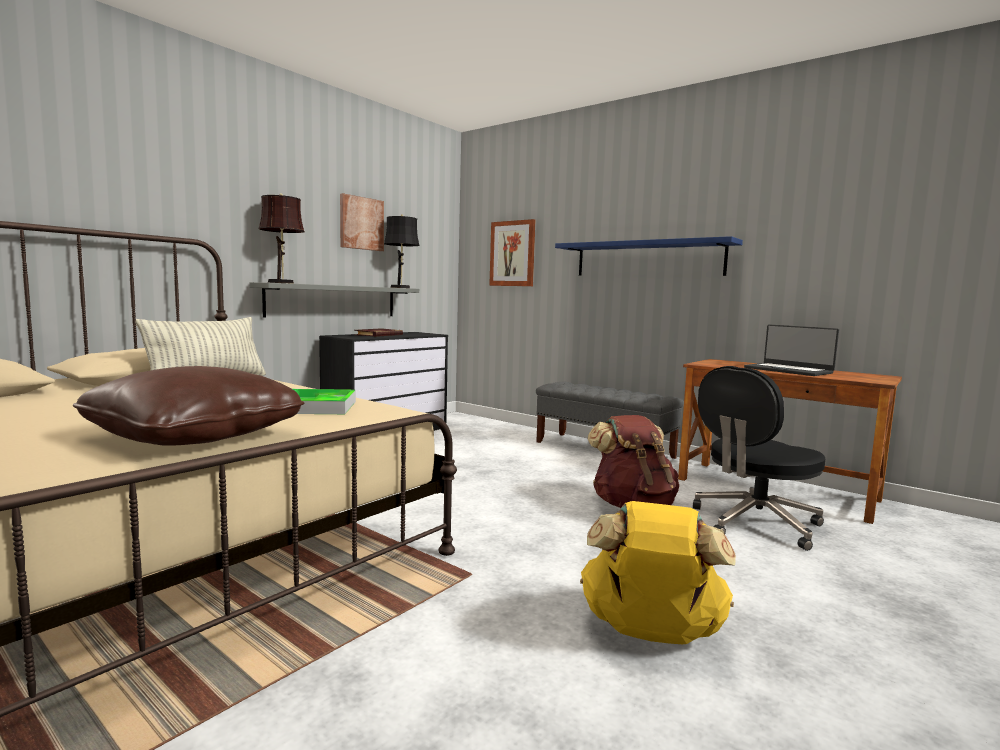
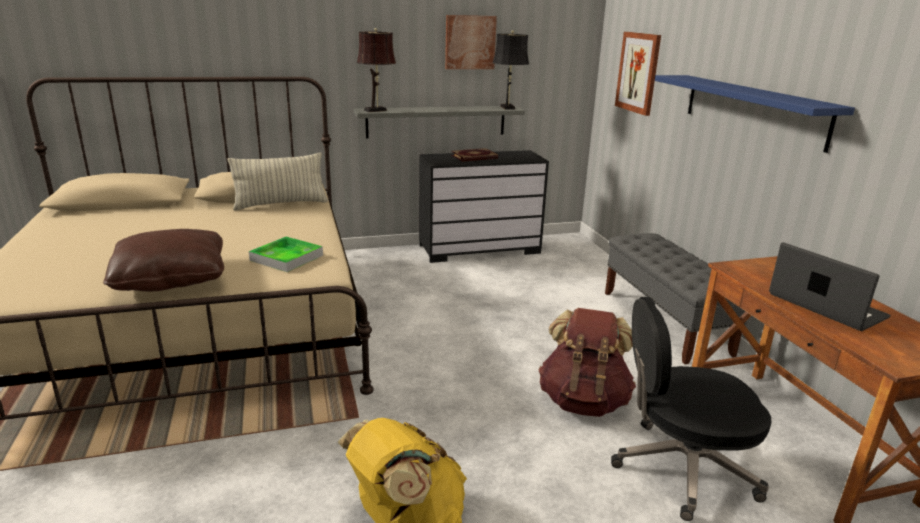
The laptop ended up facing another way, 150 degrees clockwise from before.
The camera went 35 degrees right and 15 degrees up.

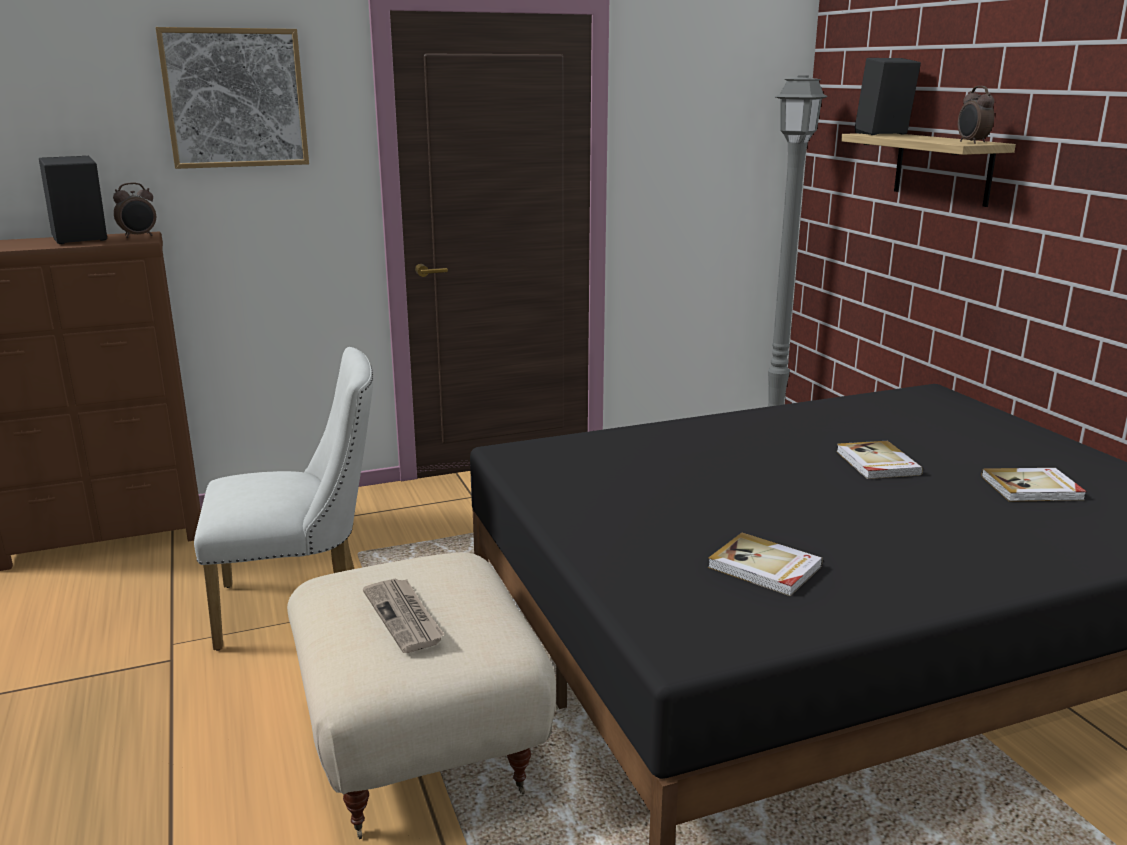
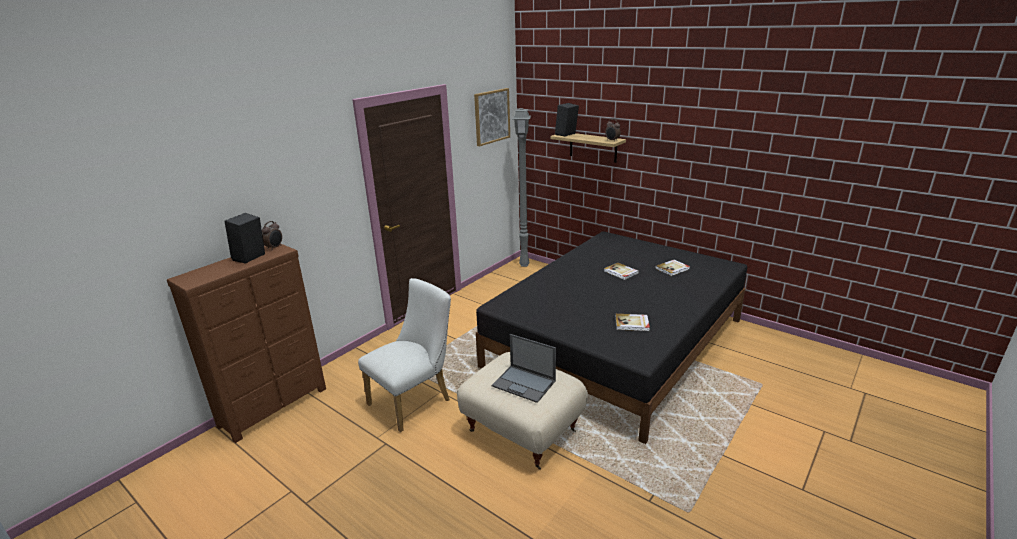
The picture ended up elsewhere.
Where the newspaper stood, the laptop came to stand.
The camera went 30 degrees left and 5 degrees up.

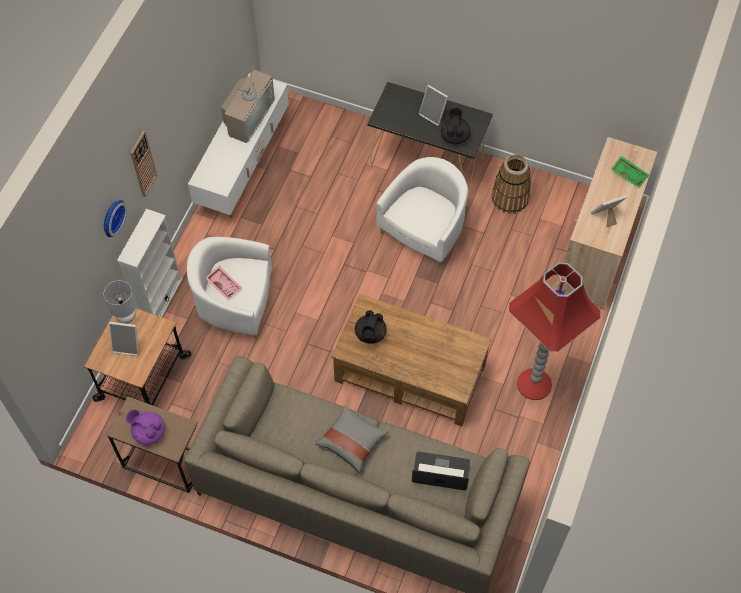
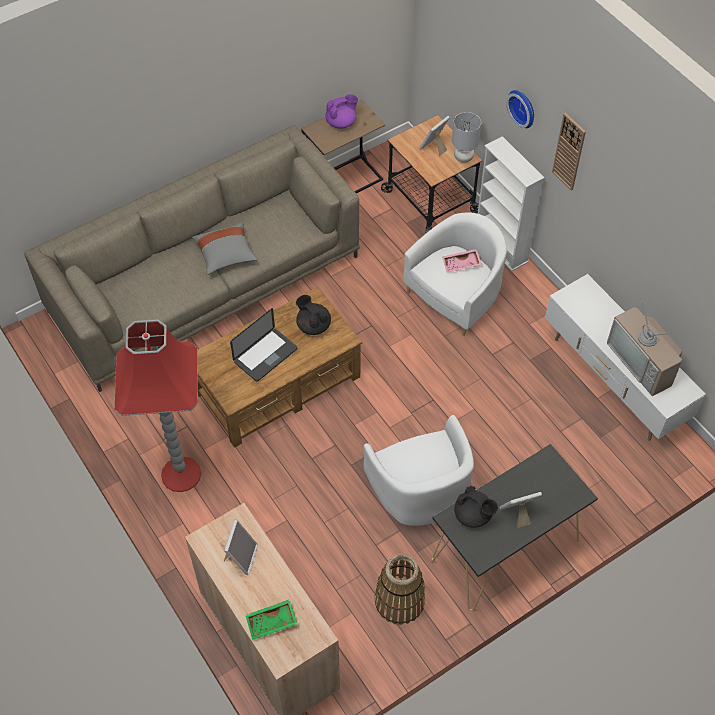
The laptop ended up elsewhere.
The camera went 125 degrees right and 5 degrees down.

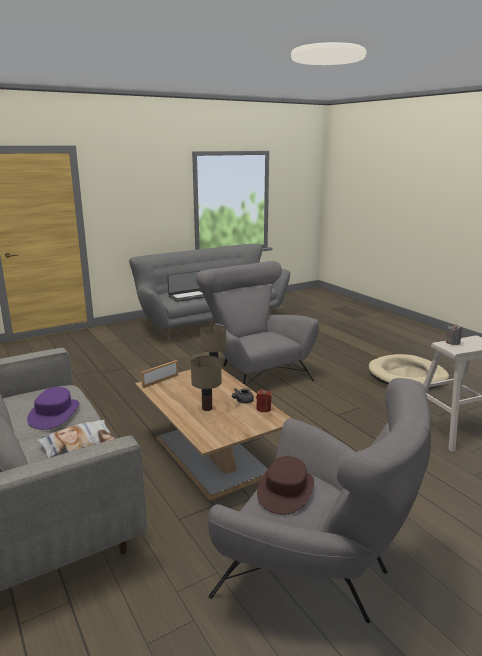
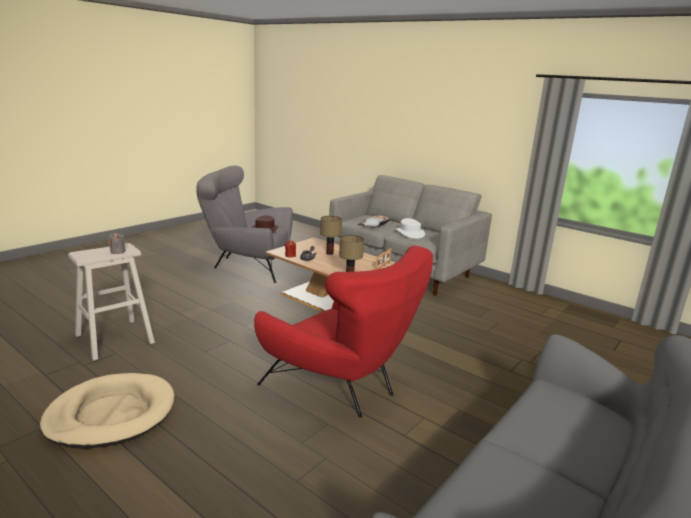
What was the grey armchair (no. 1 from left) turned into the red armchair.
The second view lost the laptop.
What was the purple hat turned into the white hat.
The camera went 160 degrees right and 0 degrees up.

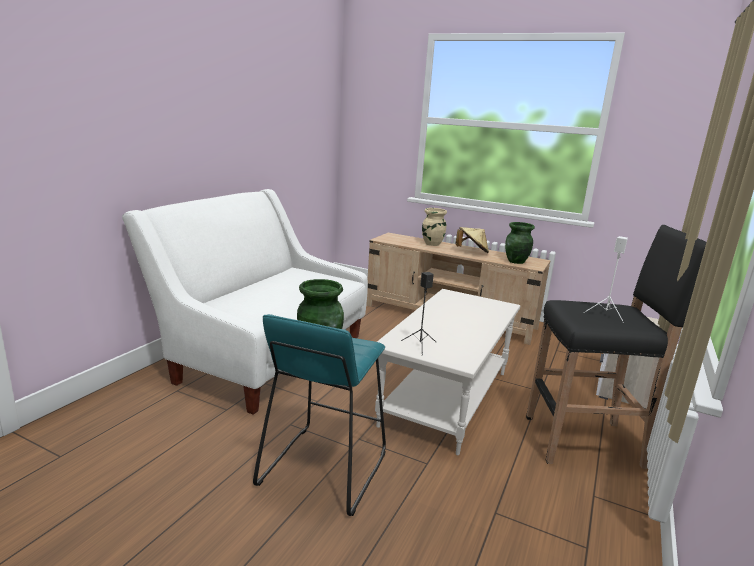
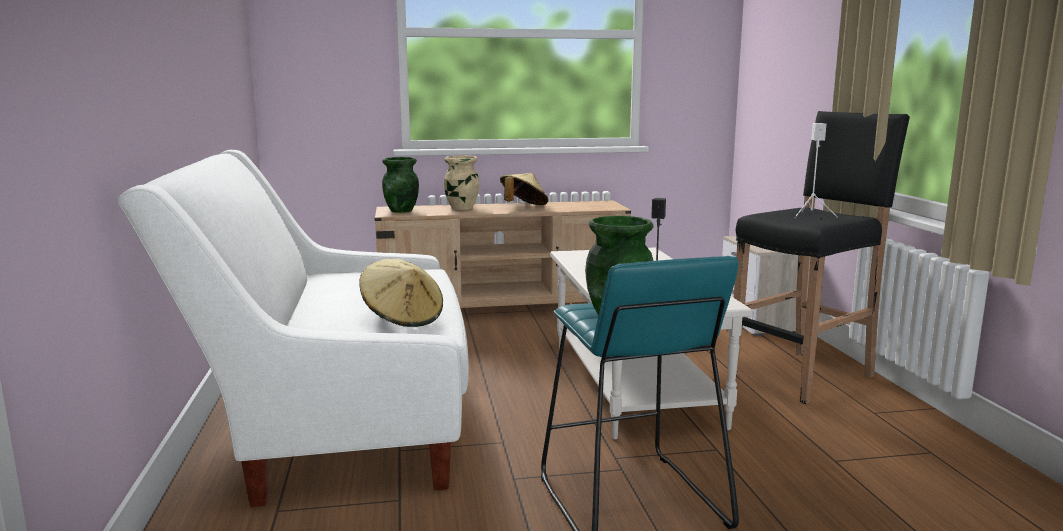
The green vase (no. 2 from left in the first image) ended up elsewhere.
The second view gained the beige hat (no. 1 from left).
The camera went 35 degrees left and 5 degrees down.

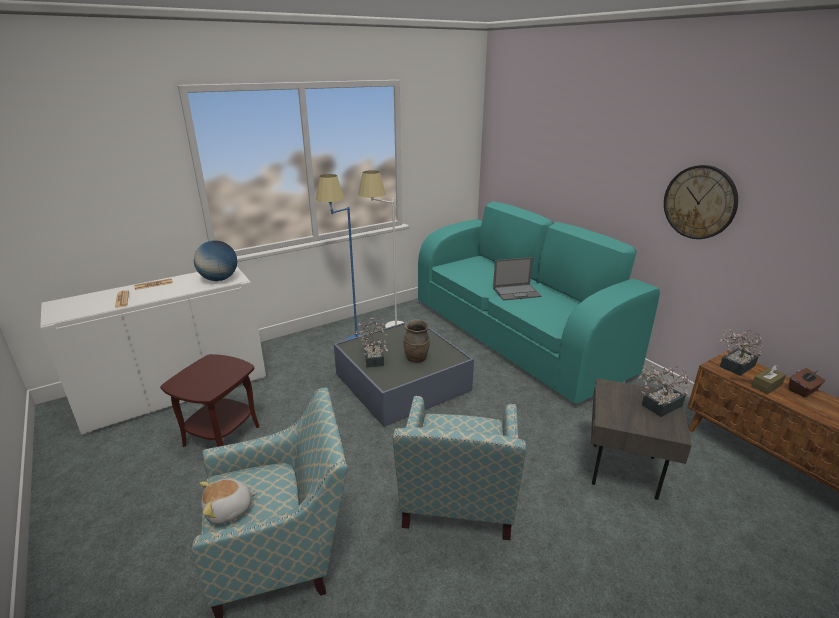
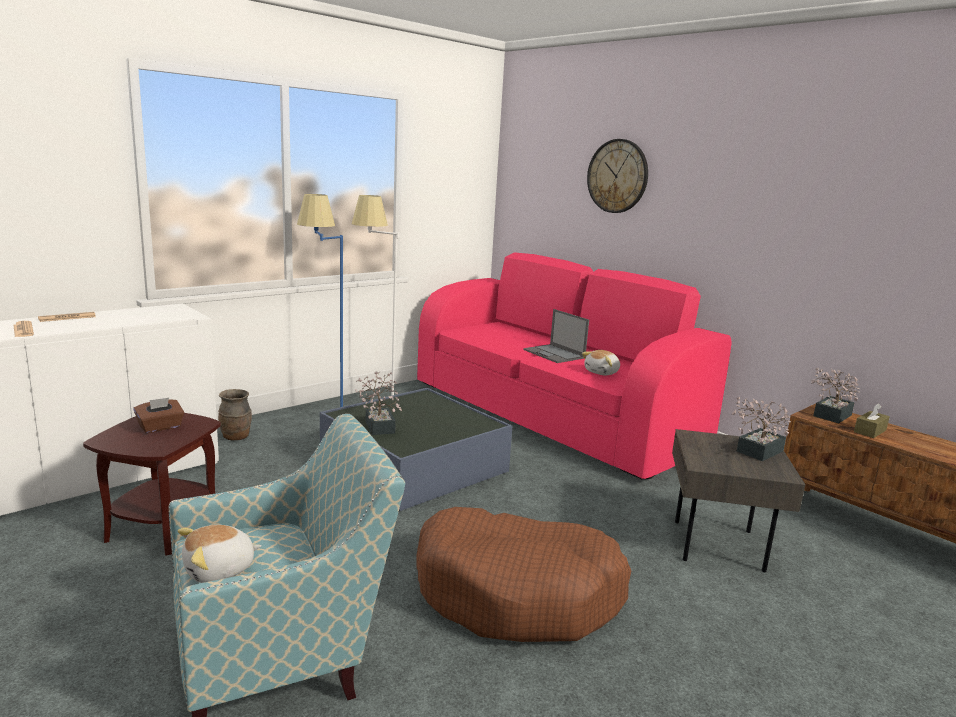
The wall clock ended up elsewhere.
What was the turquoise sofa turned into the pink sofa.
The second view lost the globe.
The laptop ended up facing another way, 75 degrees clockwise from before.
The brown vase ended up elsewhere.
The brown tissue box (no. 2 from left in the first image) ended up elsewhere.
Where the armchair (no. 2 from left) stood, the brown dog bed came to stand.
The second view gained the plush toy (no. 2 from left).
The camera went 10 degrees left and 10 degrees down.

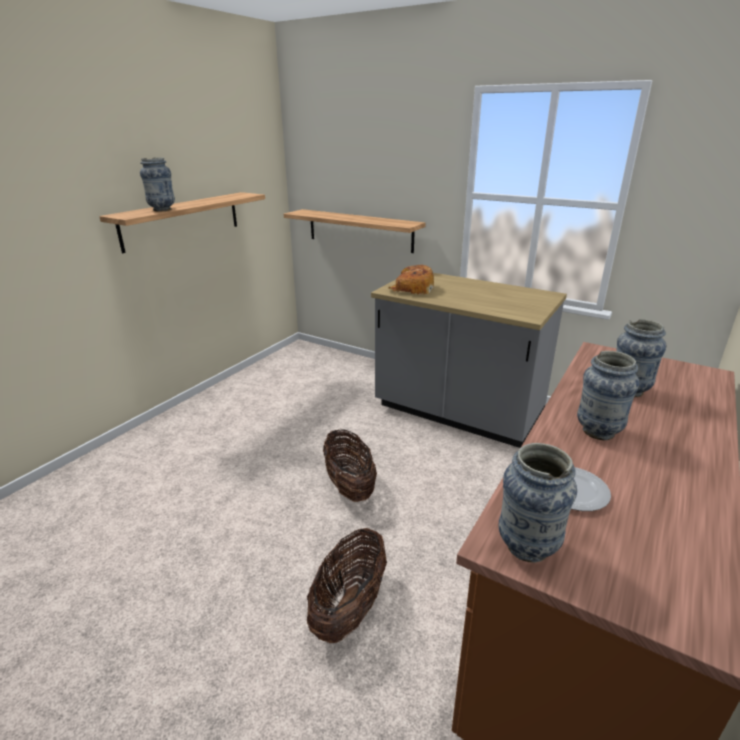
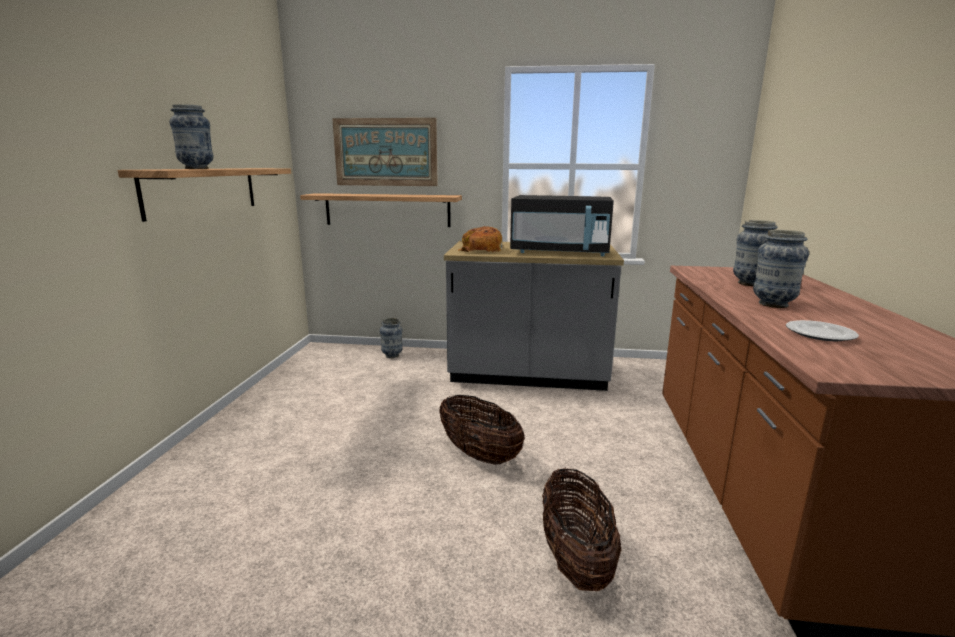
The vase (no. 2 from left) ended up elsewhere.
The second view gained the picture.
The second view gained the black microwave.
The camera went 25 degrees left and 10 degrees down.

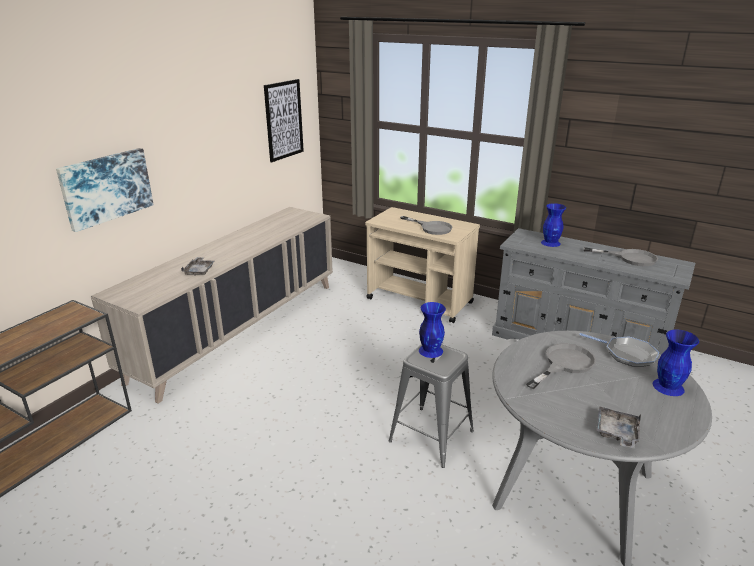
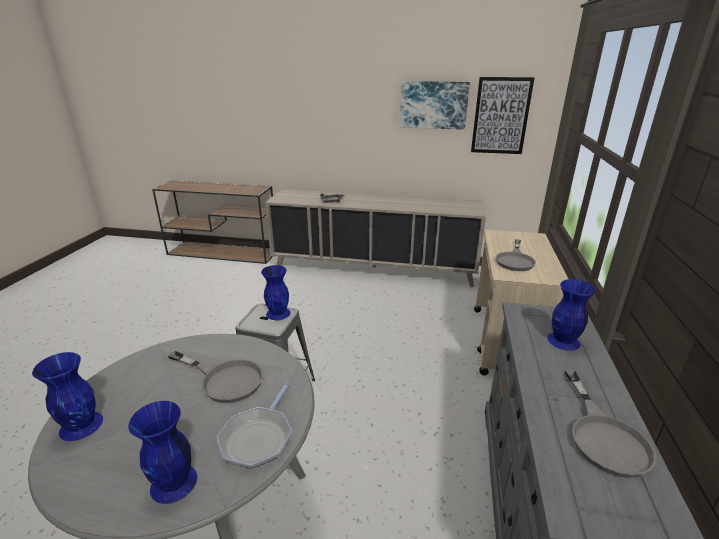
The picture (no. 1 from left) ended up elsewhere.
Where the grey tray (no. 2 from left) stood, the blue vase (no. 1 from left) came to stand.
The camera went 70 degrees right and 0 degrees up.

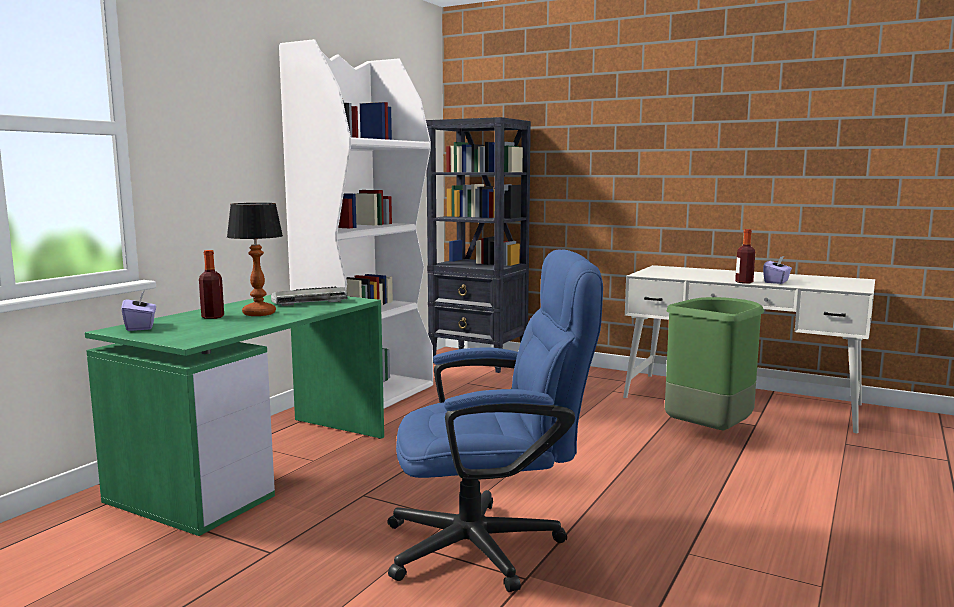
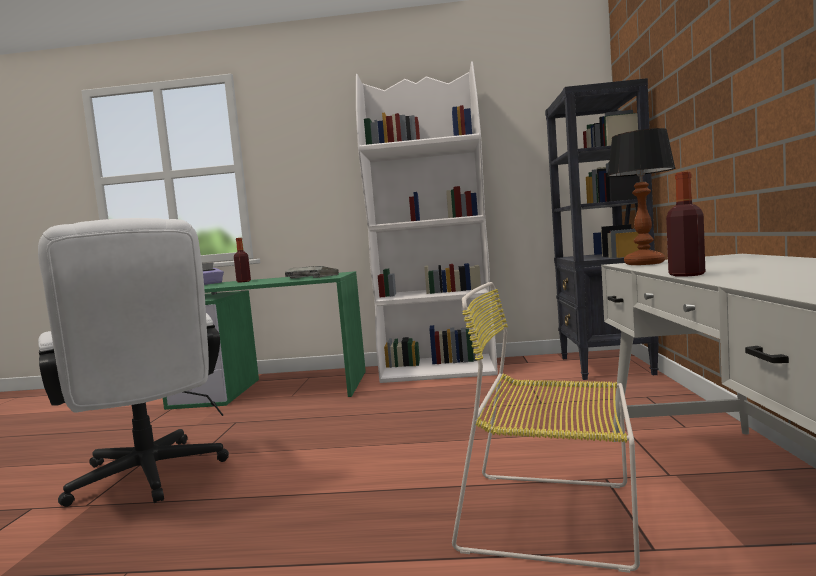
The table lamp ended up elsewhere.
What was the blue office chair turned into the white office chair.
The second view lost the purple tissue box (no. 2 from left).
Where the green trash can stood, the yellow chair came to stand.
The camera went 65 degrees right and 5 degrees down.

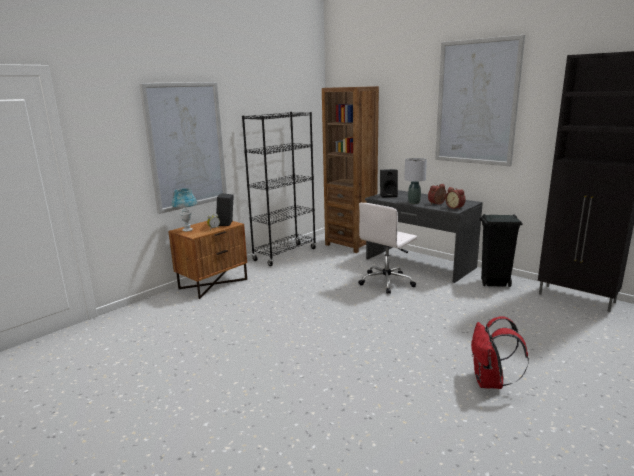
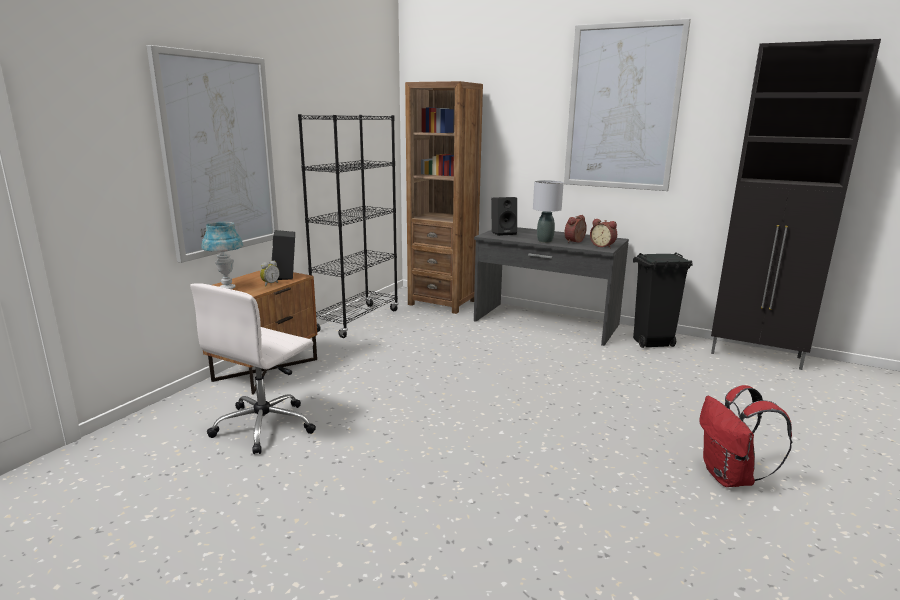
The white office chair ended up elsewhere.
The camera went 15 degrees left and 0 degrees up.

